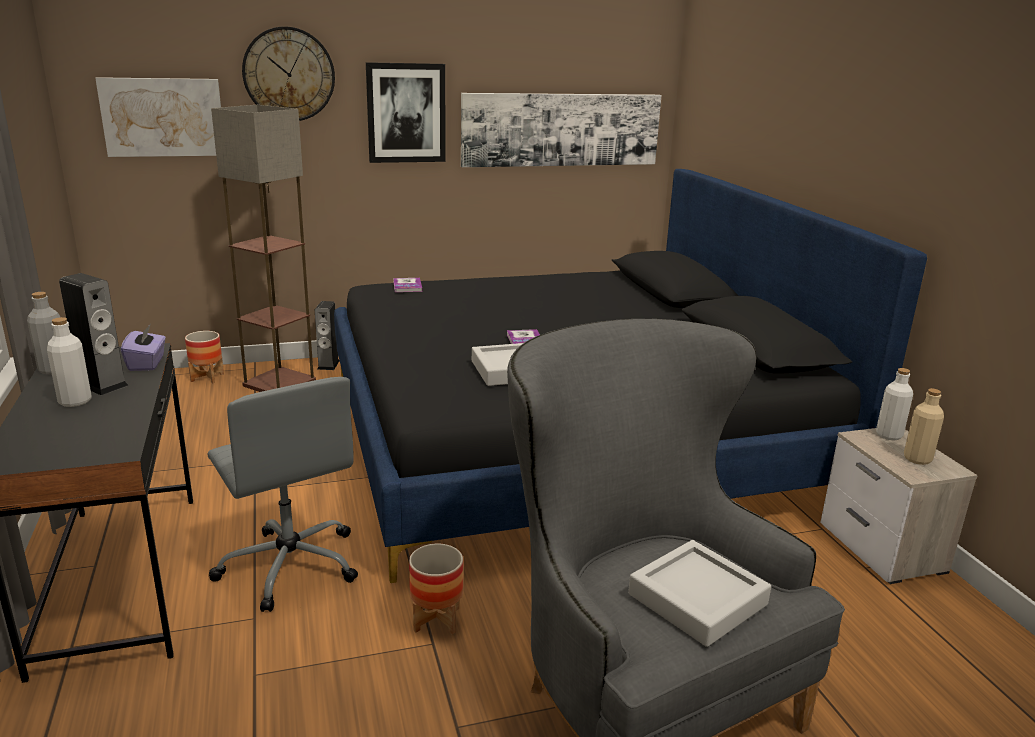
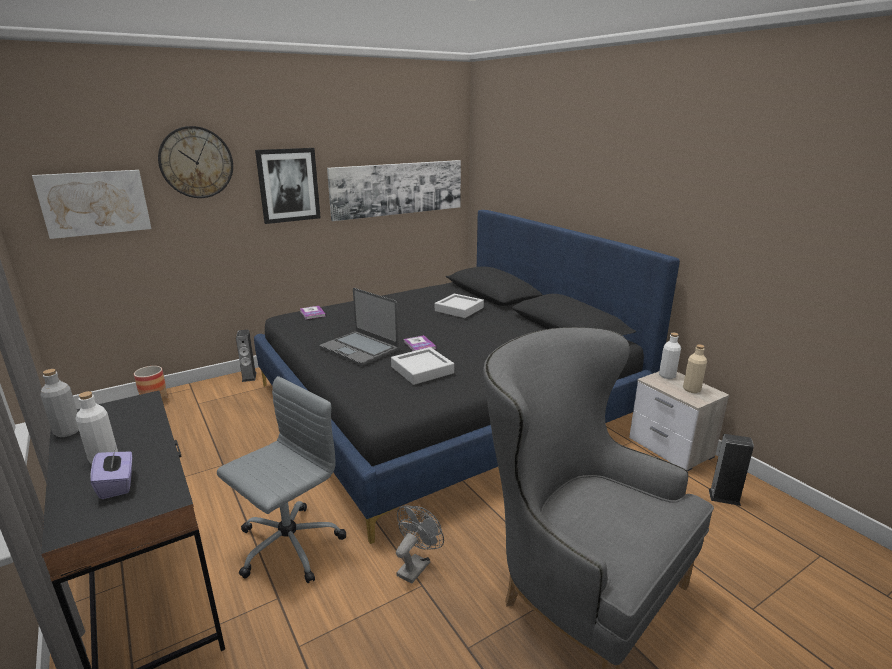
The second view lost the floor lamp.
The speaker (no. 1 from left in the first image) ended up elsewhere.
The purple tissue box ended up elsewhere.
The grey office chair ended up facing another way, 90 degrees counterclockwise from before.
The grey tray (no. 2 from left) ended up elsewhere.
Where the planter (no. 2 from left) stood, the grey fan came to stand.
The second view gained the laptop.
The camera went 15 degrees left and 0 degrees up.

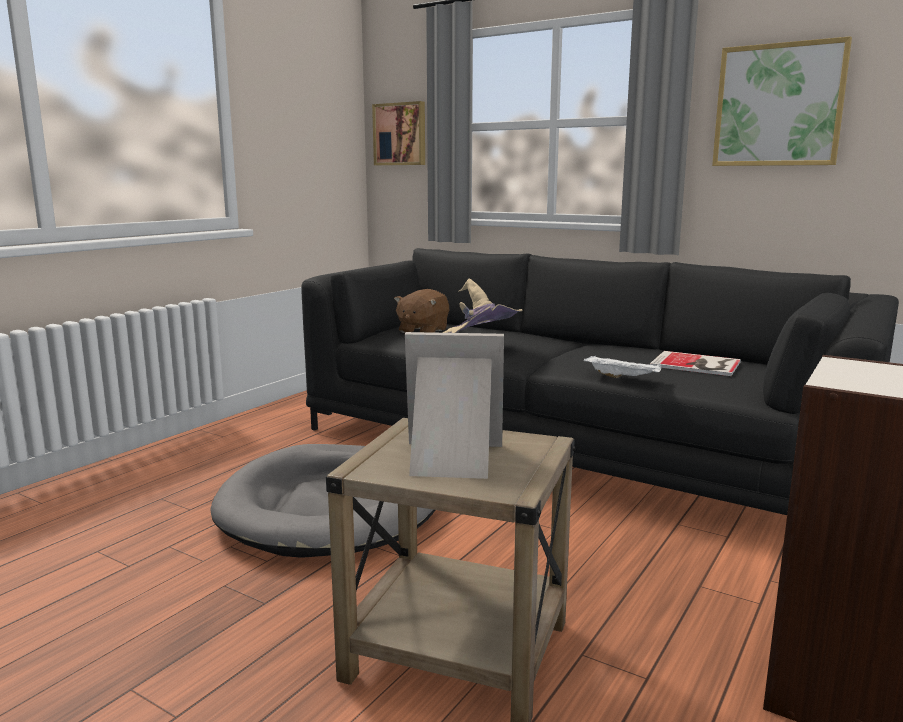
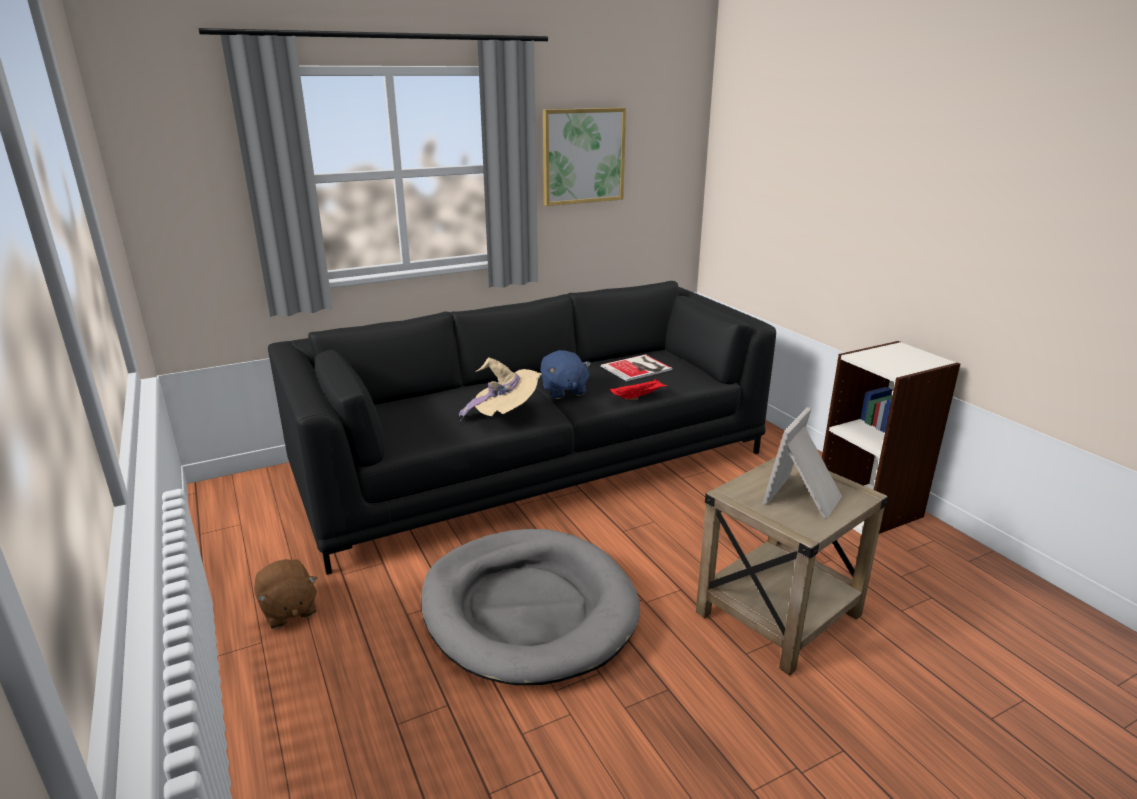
The second view lost the picture (no. 1 from left).
The brown plush toy ended up elsewhere.
What was the white tray turned into the red tray.
The second view gained the blue plush toy.
The camera went 60 degrees left and 10 degrees up.

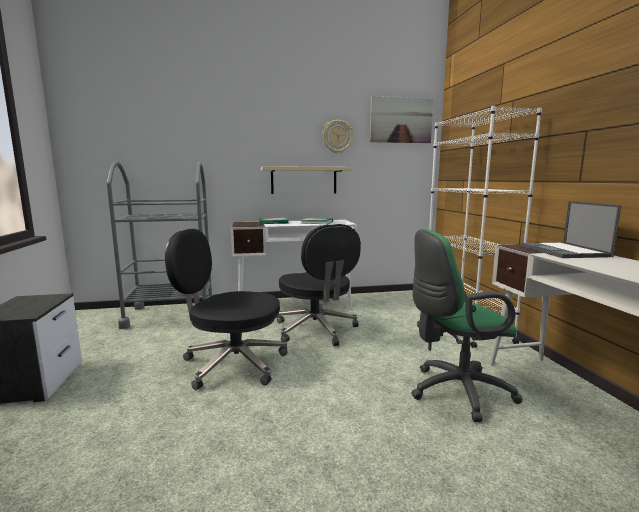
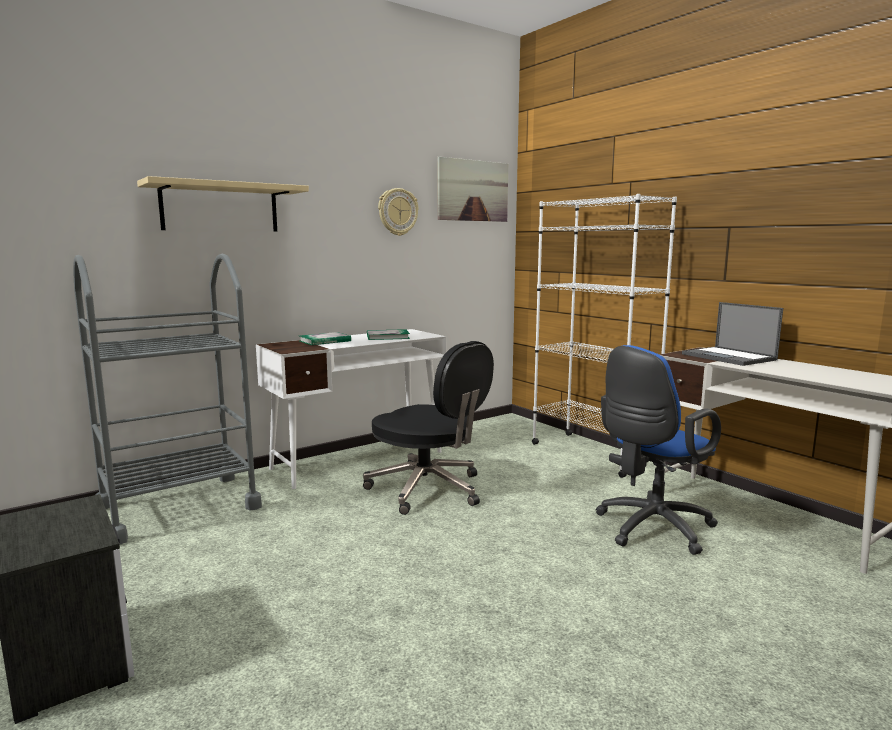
The beige shelf ended up elsewhere.
The second view lost the black office chair (no. 1 from left).
What was the green office chair turned into the blue office chair.
The camera went 25 degrees left and 0 degrees up.

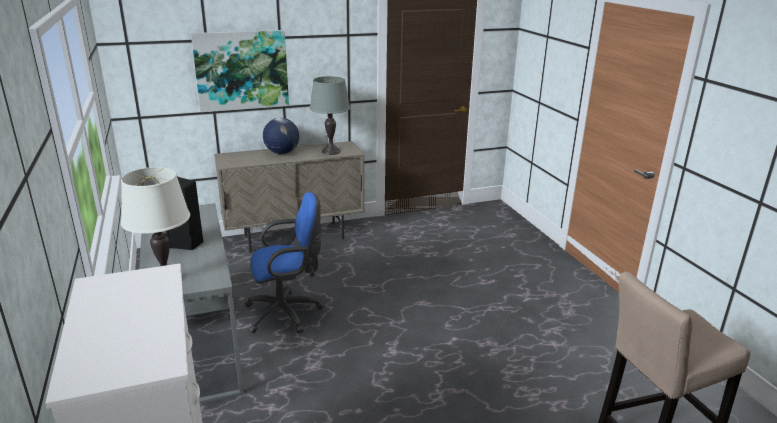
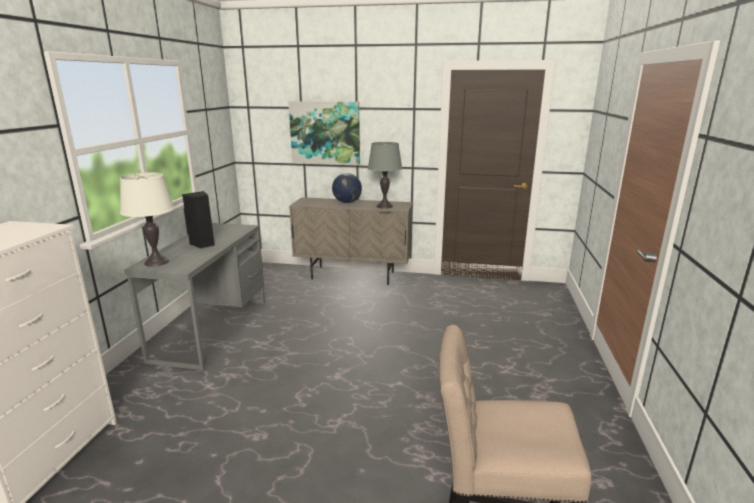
The second view lost the blue office chair.
The camera went 30 degrees right and 5 degrees down.

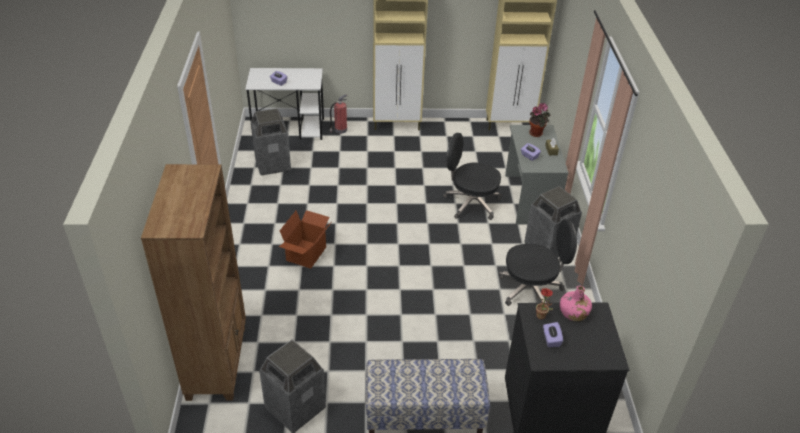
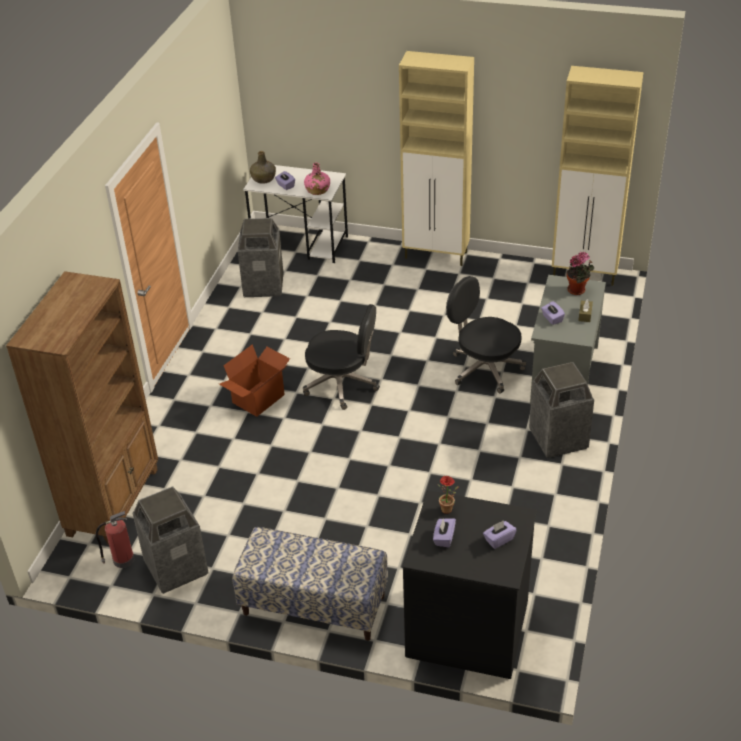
The fire extinguisher ended up elsewhere.
The black office chair (no. 2 from left in the first image) ended up elsewhere.
The pink bottle ended up elsewhere.
The second view gained the green bottle.
The second view gained the purple tissue box (no. 3 from left).
The camera went 20 degrees right and 0 degrees up.

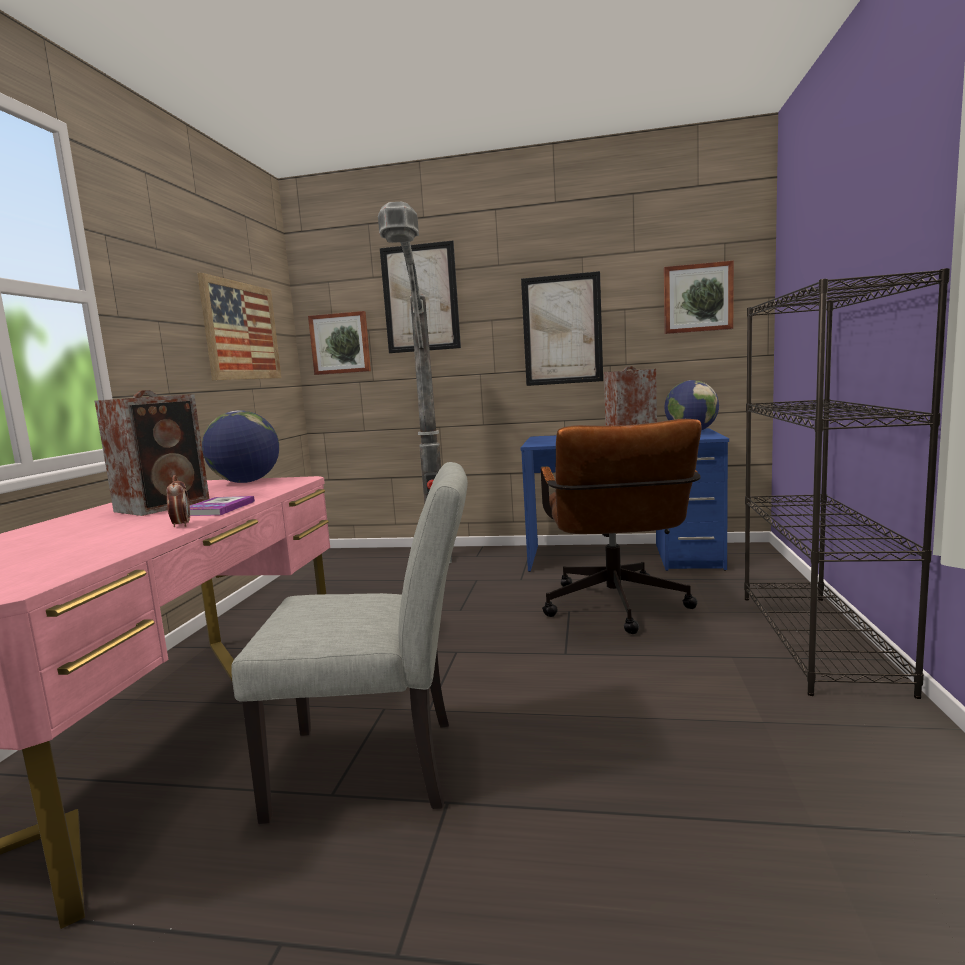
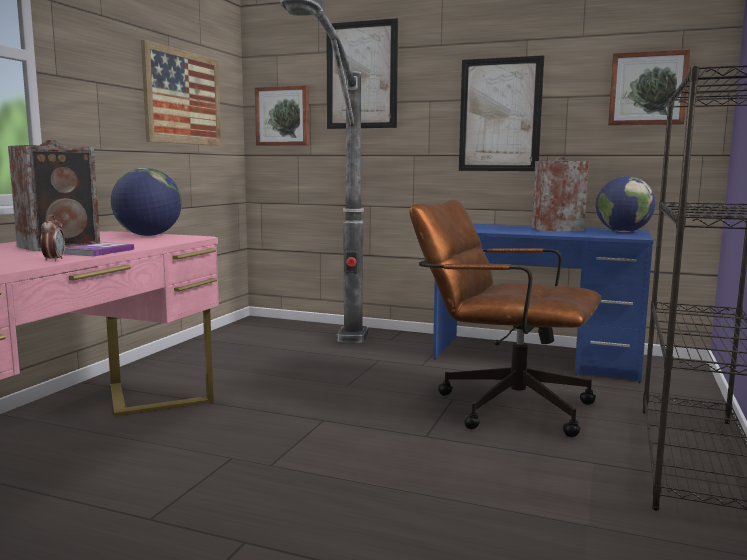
The brown office chair ended up facing another way, 105 degrees clockwise from before.
The second view lost the grey chair.
The camera went 10 degrees right and 0 degrees up.

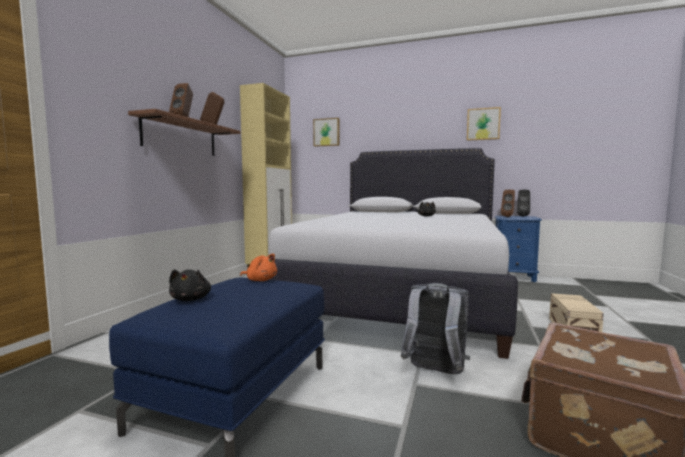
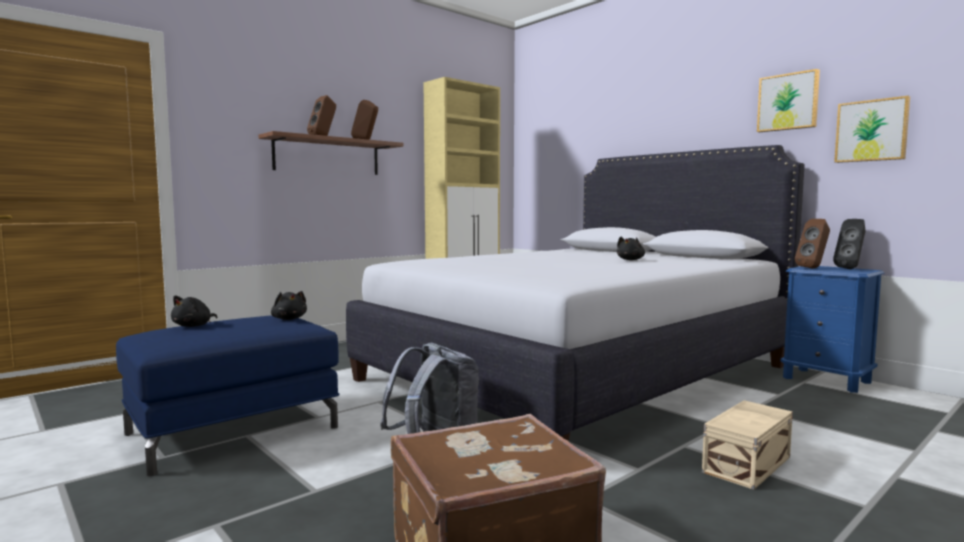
The picture (no. 1 from left in the first image) ended up elsewhere.
What was the orange plush toy turned into the black plush toy (no. 2 from left).
The camera went 30 degrees right and 0 degrees up.

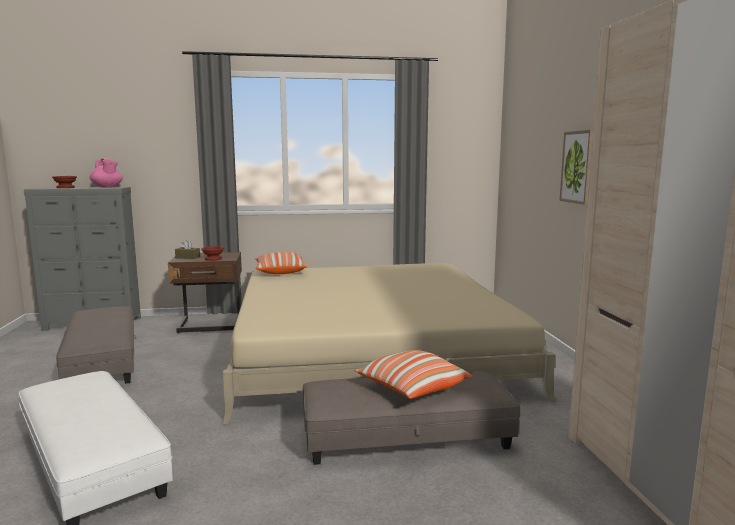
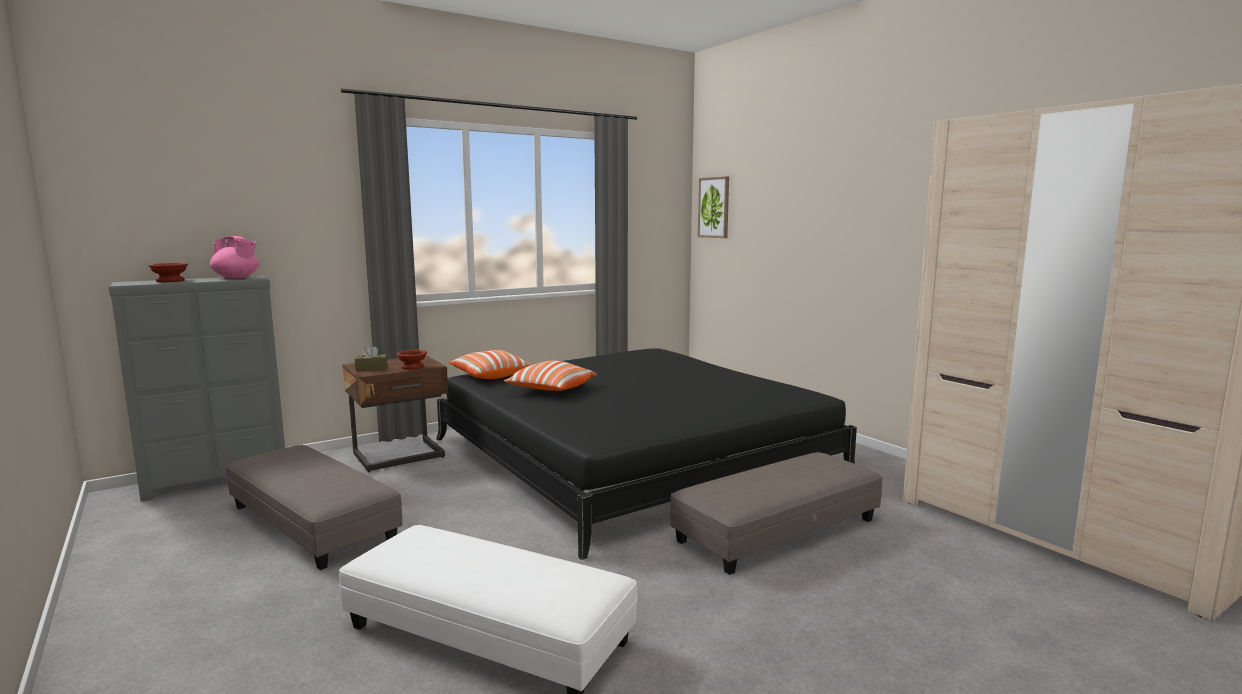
The picture ended up elsewhere.
What was the beige bed turned into the black bed.
The pillow (no. 2 from left) ended up elsewhere.
The camera went 25 degrees left and 0 degrees up.

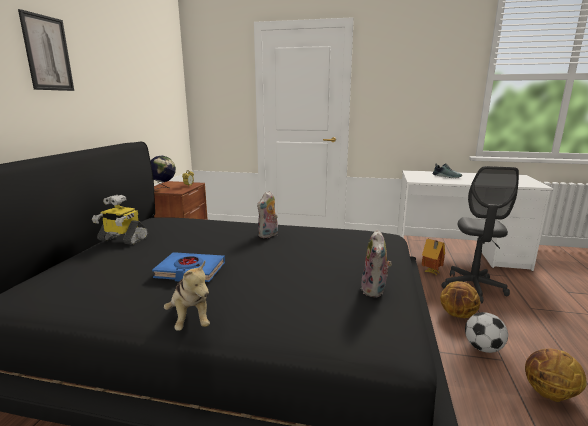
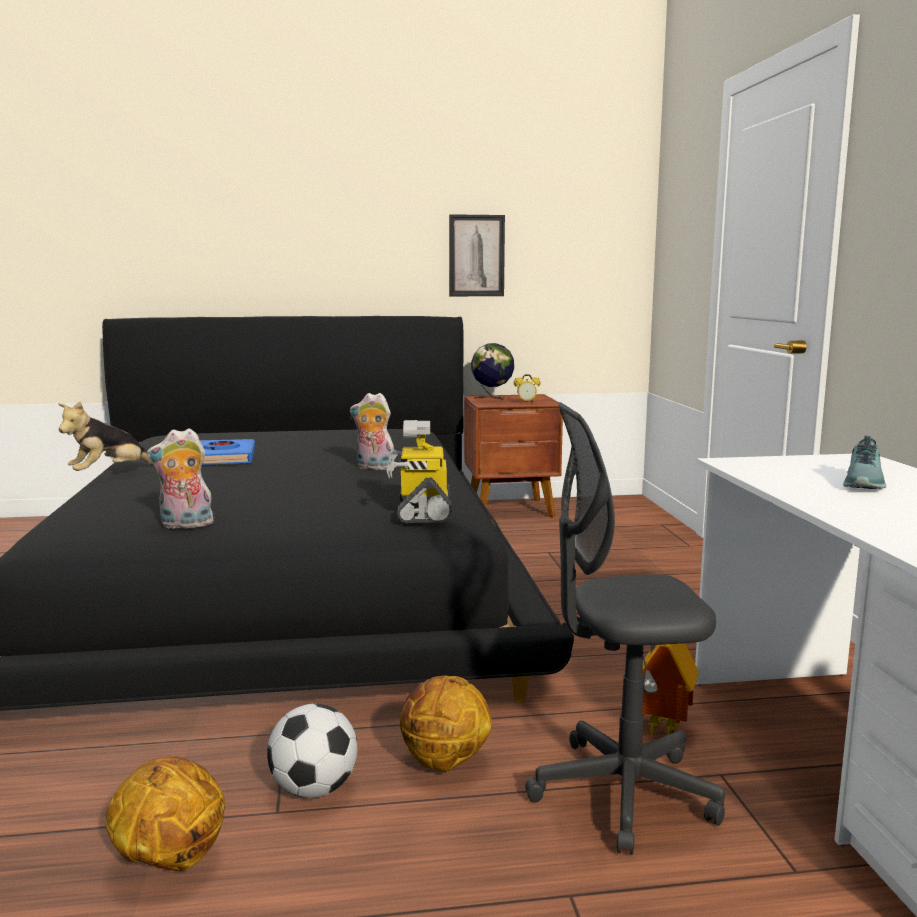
The picture ended up elsewhere.
The toy robot ended up elsewhere.
The camera went 70 degrees right and 5 degrees down.

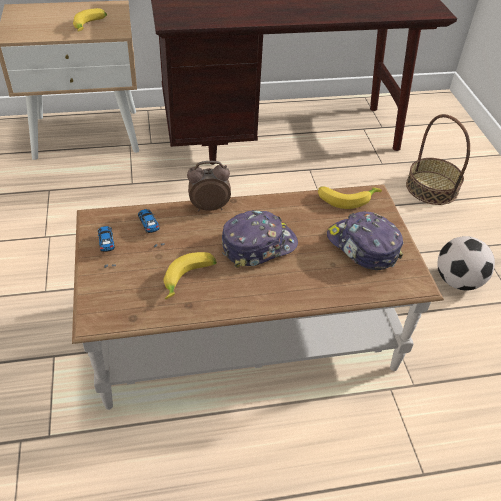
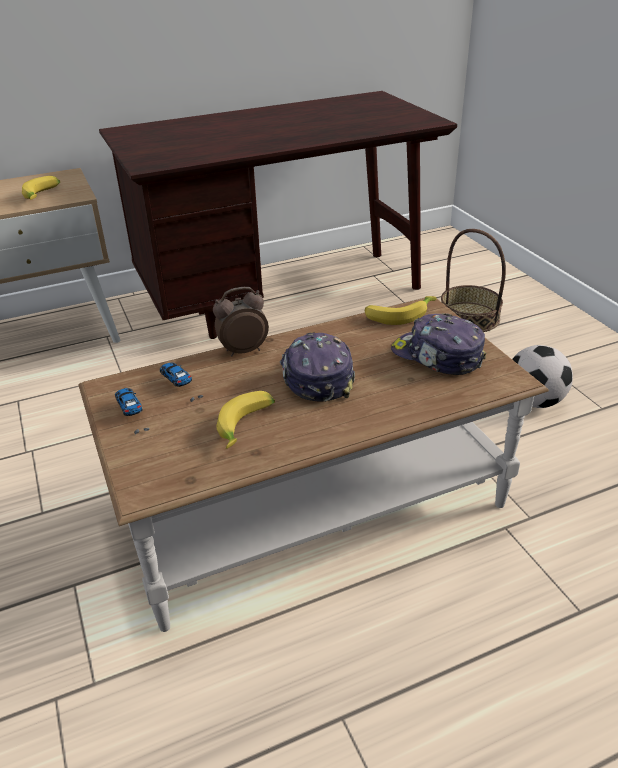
The cap (no. 1 from left) ended up facing another way, 60 degrees counterclockwise from before.
The camera went 10 degrees left and 10 degrees down.

